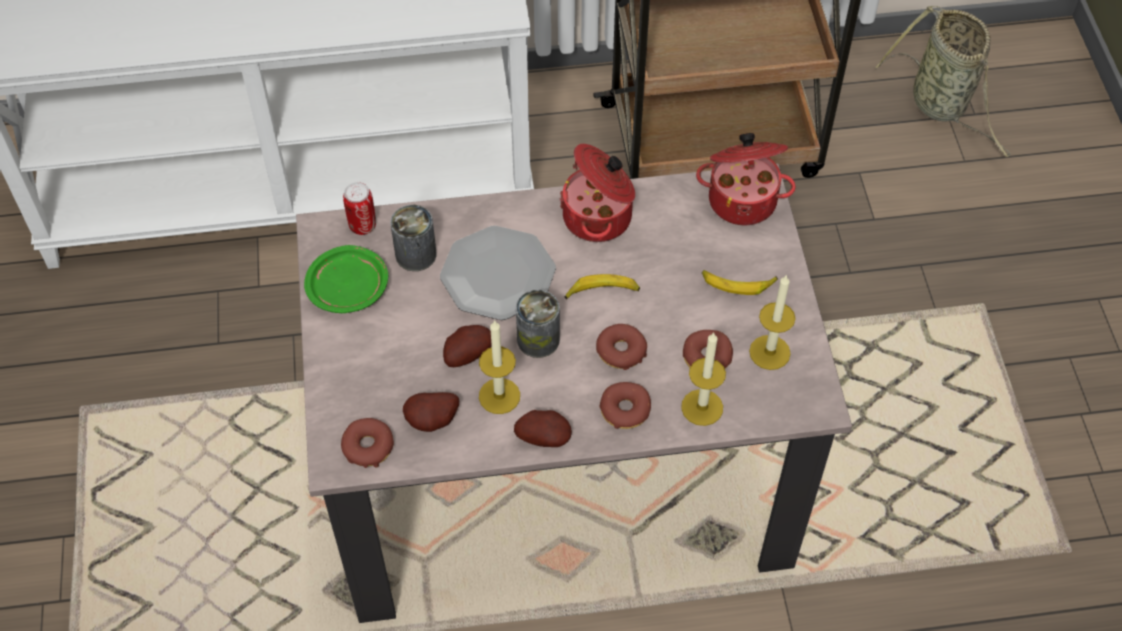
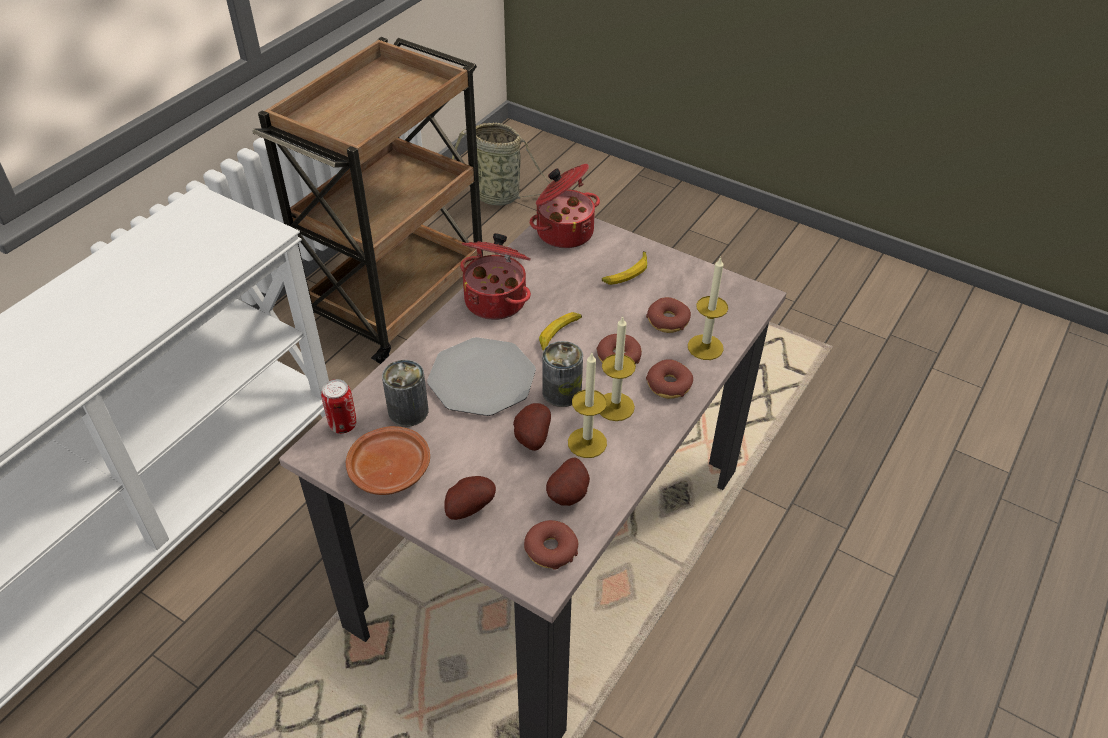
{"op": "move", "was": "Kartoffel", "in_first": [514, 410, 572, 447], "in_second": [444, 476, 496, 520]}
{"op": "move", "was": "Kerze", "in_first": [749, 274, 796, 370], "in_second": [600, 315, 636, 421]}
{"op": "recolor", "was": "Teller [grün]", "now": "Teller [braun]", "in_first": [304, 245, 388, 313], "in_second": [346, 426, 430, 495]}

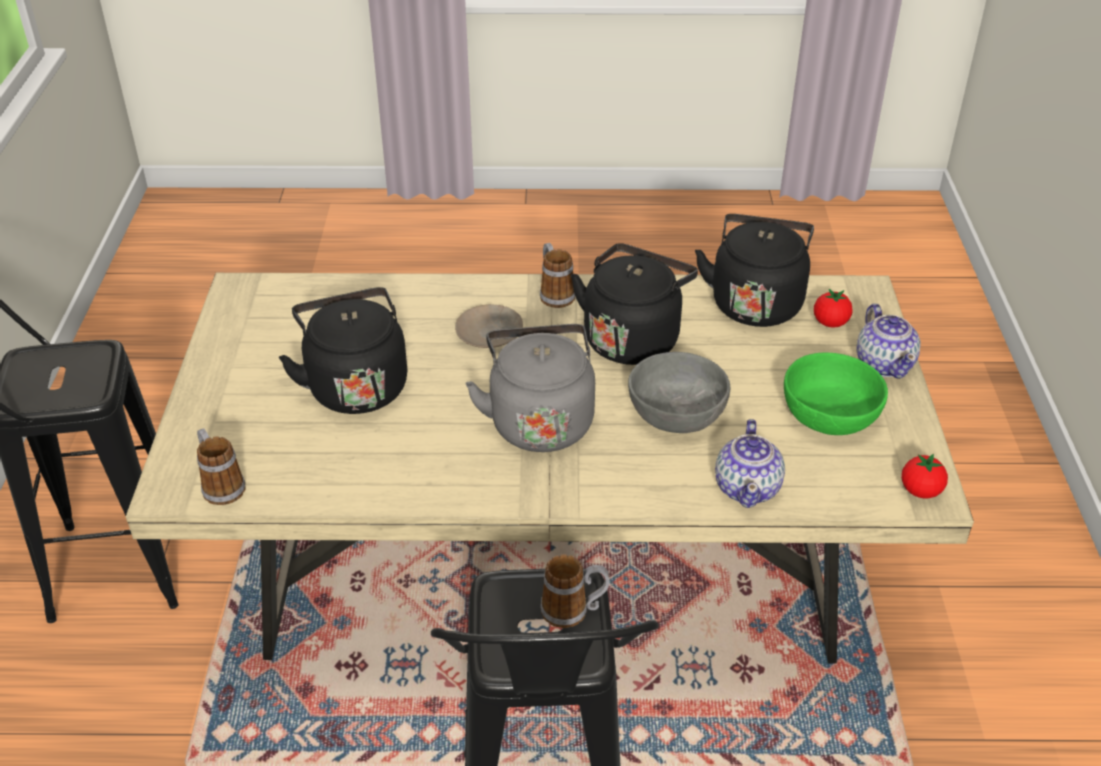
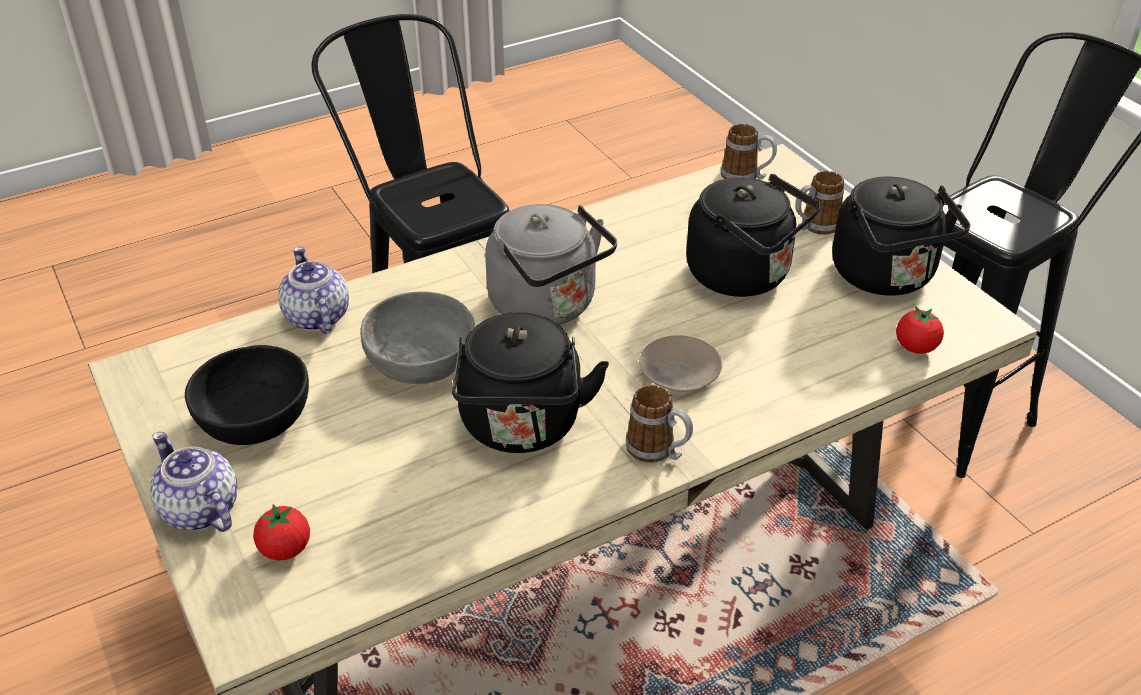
{"op": "move", "was": "Henkelbecher", "in_first": [540, 554, 609, 628], "in_second": [795, 171, 844, 235]}
{"op": "move", "was": "Wasserkessel [schwarz]", "in_first": [695, 214, 814, 327], "in_second": [832, 176, 970, 296]}
{"op": "move", "was": "Tomate", "in_first": [901, 454, 948, 498], "in_second": [896, 306, 944, 354]}
{"op": "recolor", "was": "Schüssel [grün]", "now": "Schüssel [schwarz]", "in_first": [784, 353, 888, 435], "in_second": [185, 345, 309, 445]}

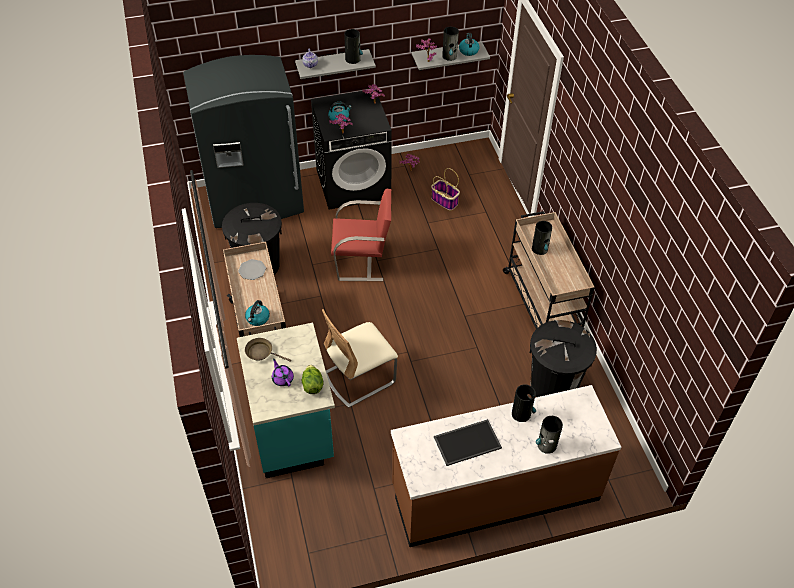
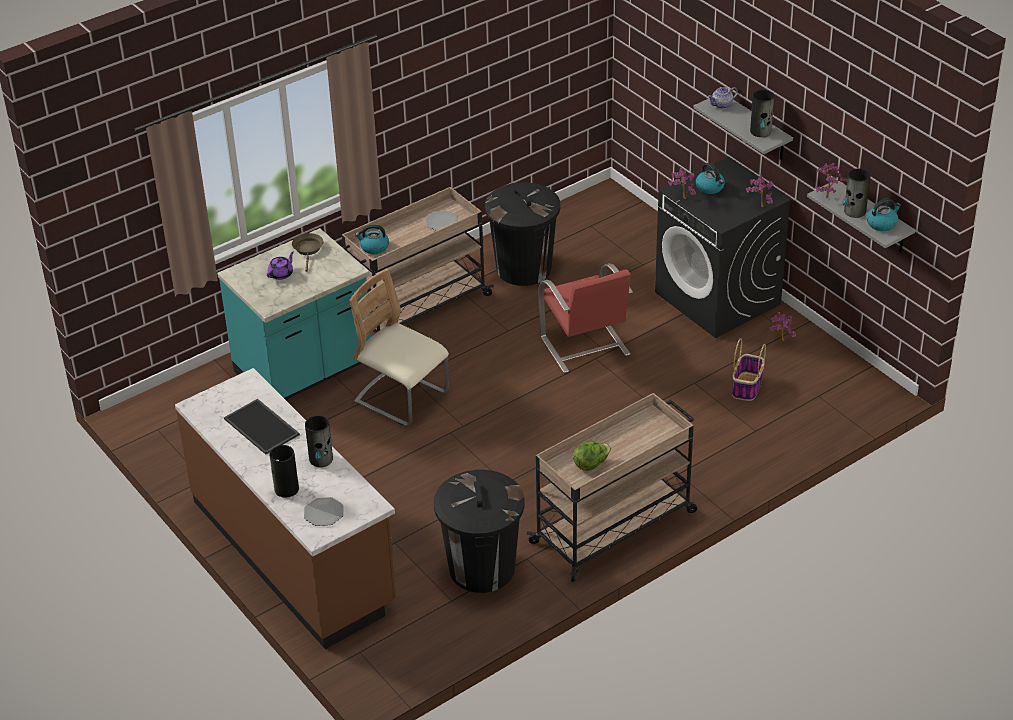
{"op": "delete", "was": "Kühlschrank [grau]", "in_first": [183, 55, 304, 228]}
{"op": "delete", "was": "Vase", "in_first": [532, 221, 552, 255]}
{"op": "insert", "now": "Teller", "in_second": [304, 497, 343, 526]}
{"op": "move", "was": "Salatkopf", "in_first": [301, 365, 324, 394], "in_second": [573, 442, 611, 471]}

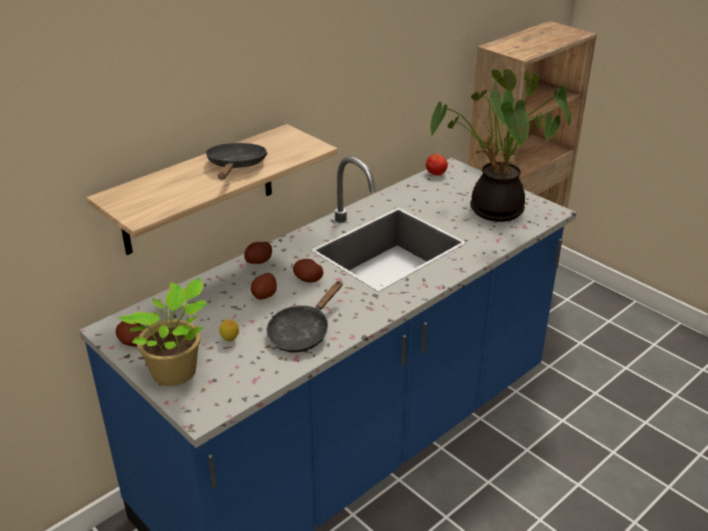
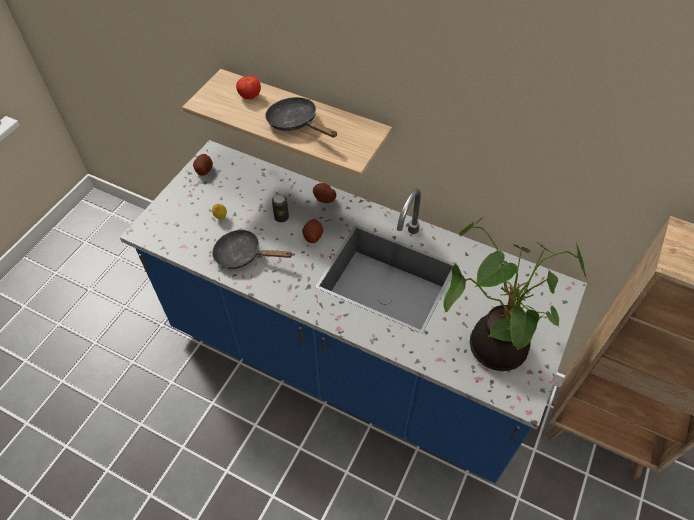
{"op": "delete", "was": "Topfpflanze", "in_first": [118, 278, 206, 386]}
{"op": "move", "was": "Tomate", "in_first": [426, 154, 448, 176], "in_second": [236, 76, 261, 99]}
{"op": "replace", "was": "Kartoffel", "now": "Dose", "in_first": [251, 273, 277, 299], "in_second": [272, 194, 289, 223]}
{"op": "rotate", "was": "Pfanne [schwarz]", "in_first": [206, 143, 268, 179], "in_second": [265, 97, 337, 138], "clockwise": -120}

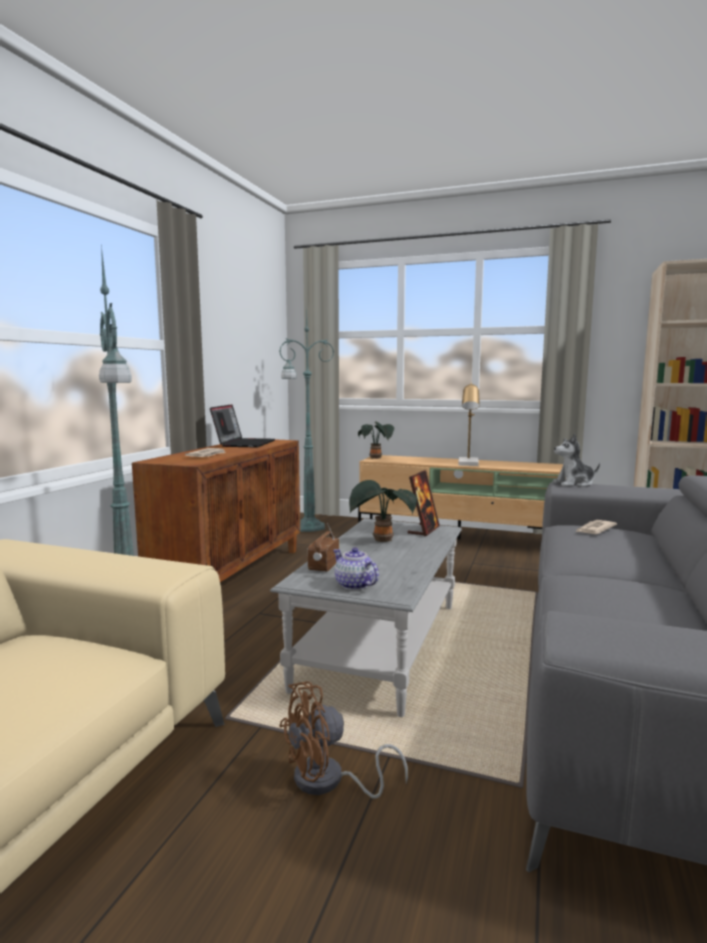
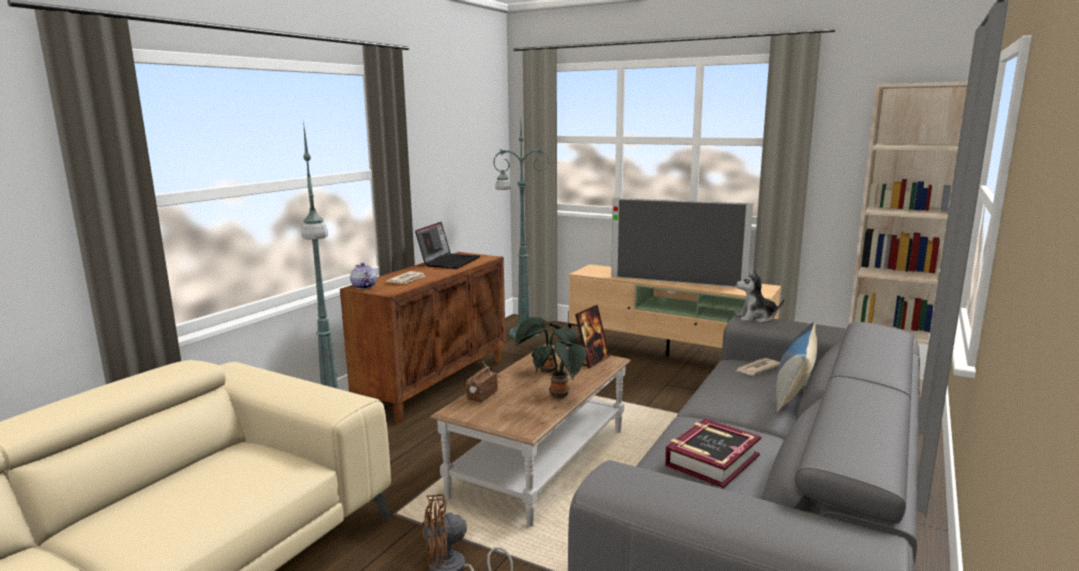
{"op": "insert", "now": "Buch", "in_second": [665, 419, 761, 488]}
{"op": "insert", "now": "Kissen", "in_second": [776, 322, 817, 412]}
{"op": "move", "was": "Teekanne", "in_first": [333, 547, 379, 590], "in_second": [350, 263, 377, 289]}
{"op": "move", "was": "Topfpflanze", "in_first": [358, 421, 394, 459], "in_second": [532, 340, 587, 398]}
{"op": "replace", "was": "Tischlampe", "now": "Fernseher", "in_first": [458, 382, 480, 466], "in_second": [611, 198, 753, 288]}
{"op": "recolor", "was": "Couchtisch [grau]", "now": "Couchtisch [braun]", "in_first": [270, 519, 462, 717], "in_second": [430, 344, 631, 527]}

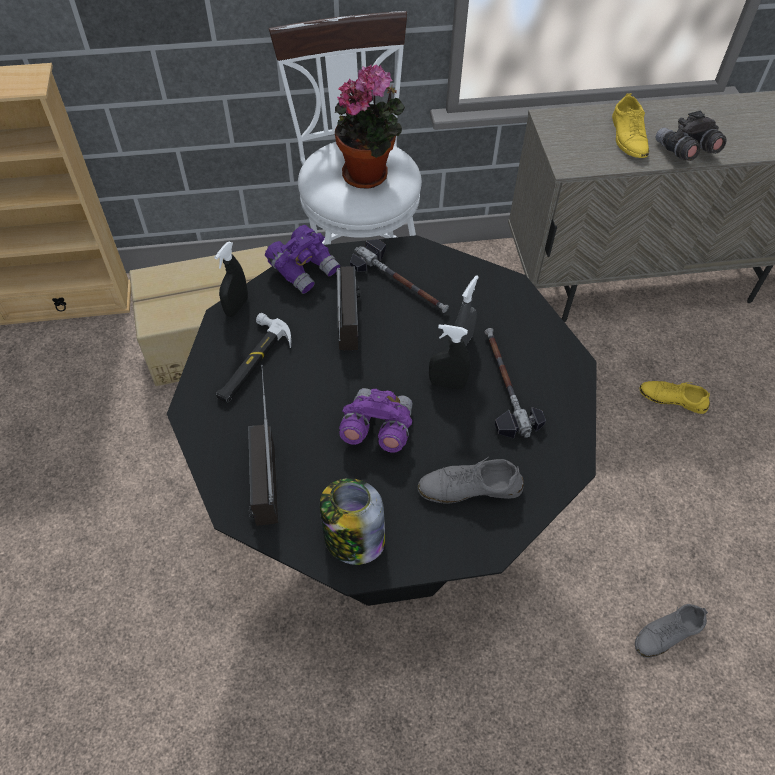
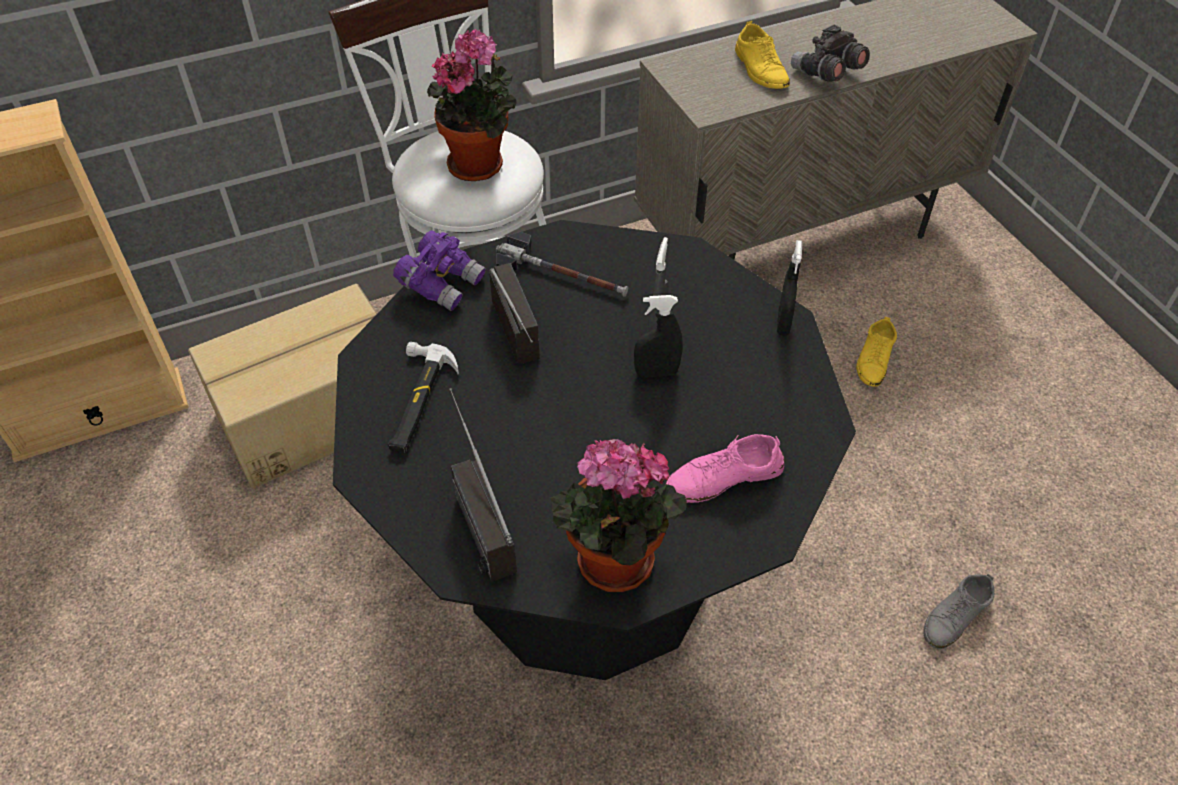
{"op": "delete", "was": "Fernglas [lila]", "in_first": [339, 388, 413, 453]}
{"op": "delete", "was": "Hammer", "in_first": [484, 328, 546, 438]}
{"op": "move", "was": "Sprühflasche [schwarz]", "in_first": [214, 242, 248, 317], "in_second": [777, 240, 802, 336]}
{"op": "replace", "was": "Vorratsglas", "now": "Topfpflanze", "in_first": [320, 478, 385, 565], "in_second": [549, 439, 687, 592]}
{"op": "recolor", "was": "Schuh [grau]", "now": "Schuh [rosa]", "in_first": [418, 456, 524, 504], "in_second": [666, 434, 784, 503]}
{"op": "rotate", "was": "Schuh [gelb]", "in_first": [639, 381, 710, 414], "in_second": [856, 317, 897, 387], "clockwise": -75}

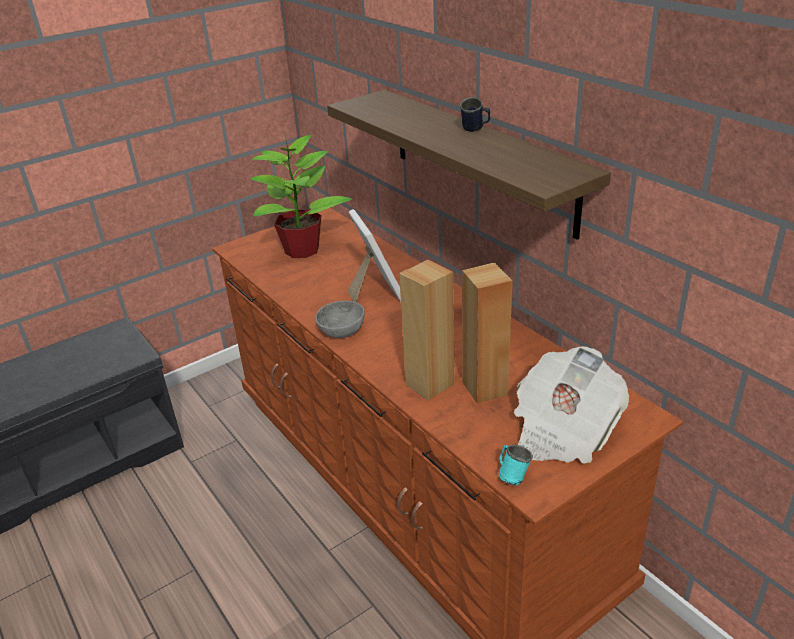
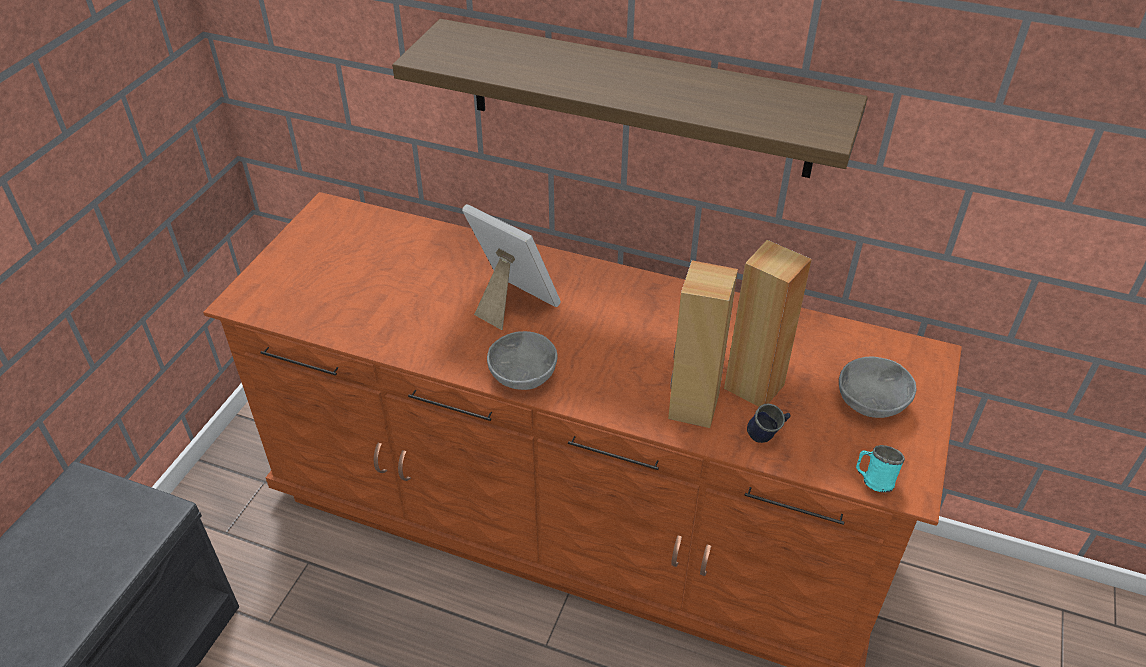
{"op": "delete", "was": "Topfpflanze", "in_first": [250, 135, 352, 258]}
{"op": "move", "was": "Henkelbecher [blau]", "in_first": [460, 97, 490, 132], "in_second": [747, 403, 790, 443]}
{"op": "replace", "was": "Zeitung", "now": "Schüssel [grau]", "in_first": [514, 346, 629, 464], "in_second": [839, 356, 916, 418]}

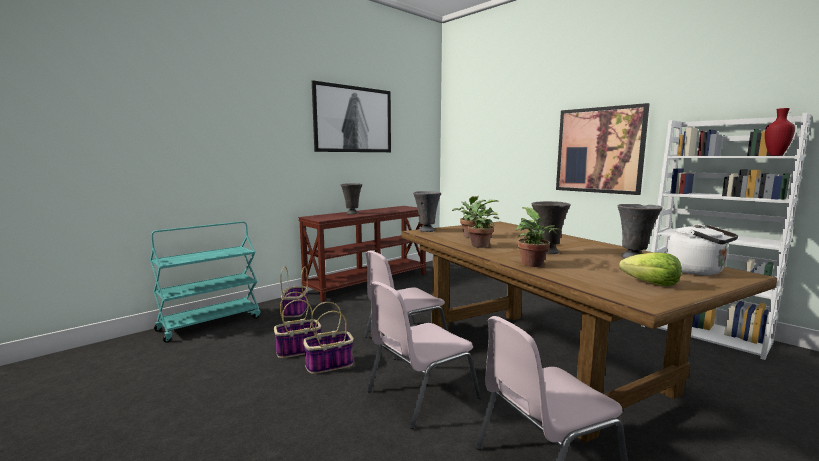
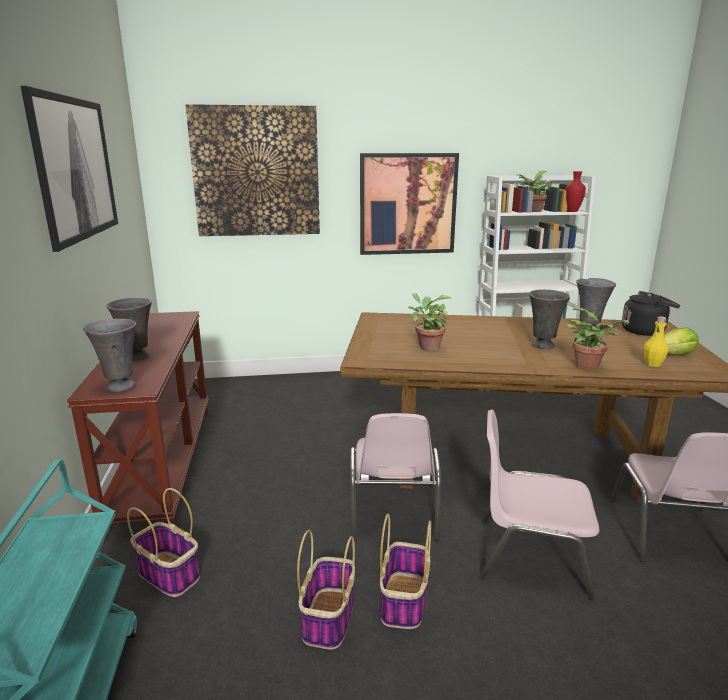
{"op": "insert", "now": "Bild", "in_second": [186, 104, 320, 236]}
{"op": "insert", "now": "Flasche [gelb]", "in_second": [644, 316, 668, 367]}
{"op": "move", "was": "Vase [grau]", "in_first": [413, 191, 441, 232], "in_second": [83, 319, 136, 392]}
{"op": "move", "was": "Topfpflanze", "in_first": [461, 200, 499, 248], "in_second": [516, 171, 552, 212]}
{"op": "recolor", "was": "Wasserkessel [weiß]", "now": "Wasserkessel [schwarz]", "in_first": [667, 224, 739, 275], "in_second": [622, 291, 680, 336]}
{"op": "rotate", "was": "Stuhl [rosa]", "in_first": [367, 281, 481, 429], "in_second": [480, 410, 600, 600], "clockwise": 105}

